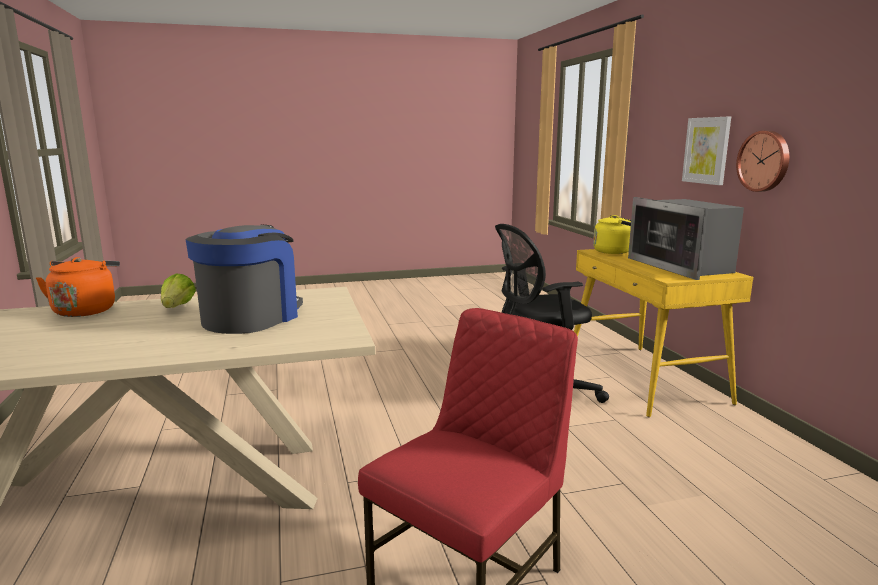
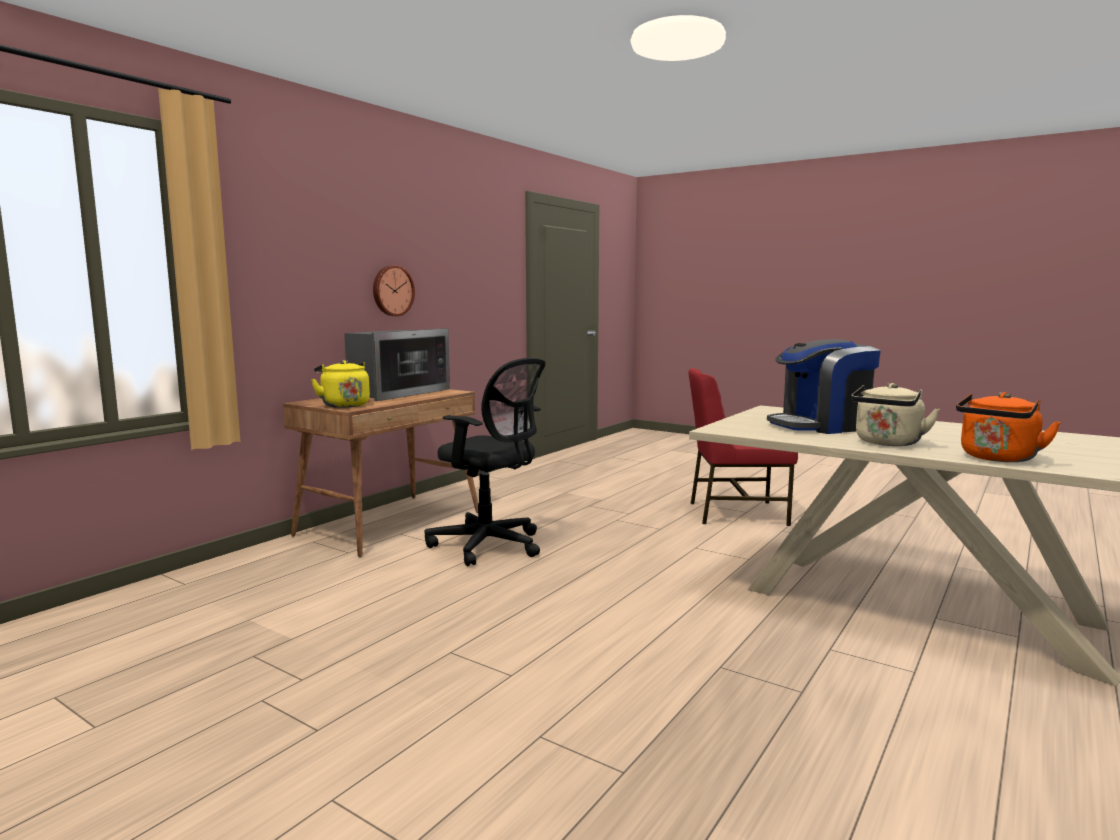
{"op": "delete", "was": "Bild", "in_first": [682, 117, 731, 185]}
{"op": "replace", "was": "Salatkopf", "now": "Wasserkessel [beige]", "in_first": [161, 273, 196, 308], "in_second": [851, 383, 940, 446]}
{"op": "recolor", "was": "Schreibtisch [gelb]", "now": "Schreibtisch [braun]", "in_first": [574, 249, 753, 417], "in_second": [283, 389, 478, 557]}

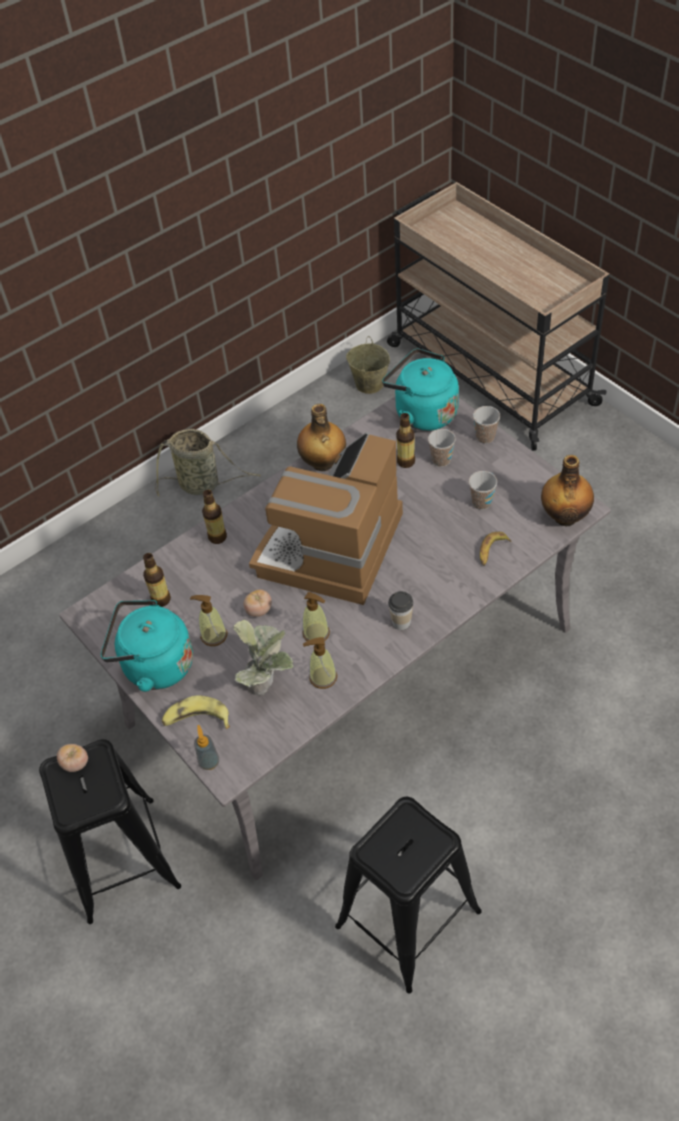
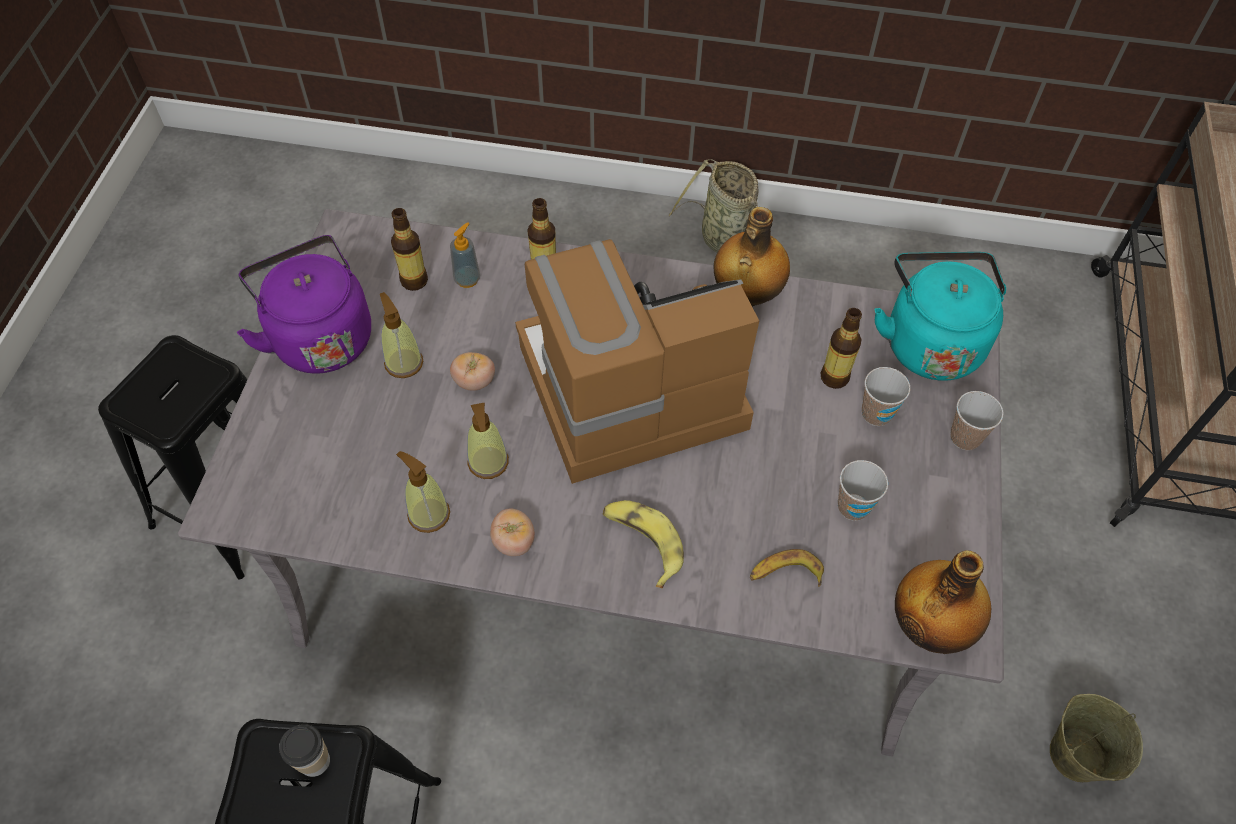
{"op": "delete", "was": "Topfpflanze", "in_first": [233, 620, 293, 695]}
{"op": "move", "was": "Tomate", "in_first": [57, 744, 88, 772], "in_second": [490, 509, 535, 556]}
{"op": "move", "was": "Banane", "in_first": [162, 696, 230, 729], "in_second": [602, 500, 684, 588]}
{"op": "move", "was": "Seifenspender", "in_first": [194, 725, 219, 770], "in_second": [450, 222, 480, 288]}
{"op": "move", "was": "Eimer [beige]", "in_first": [346, 336, 390, 394], "in_second": [1050, 694, 1143, 782]}
{"op": "move", "was": "Tasse", "in_first": [388, 591, 413, 630], "in_second": [279, 724, 330, 777]}
{"op": "recolor", "was": "Wasserkessel [türkis]", "now": "Wasserkessel [lila]", "in_first": [101, 600, 193, 692], "in_second": [237, 235, 371, 374]}

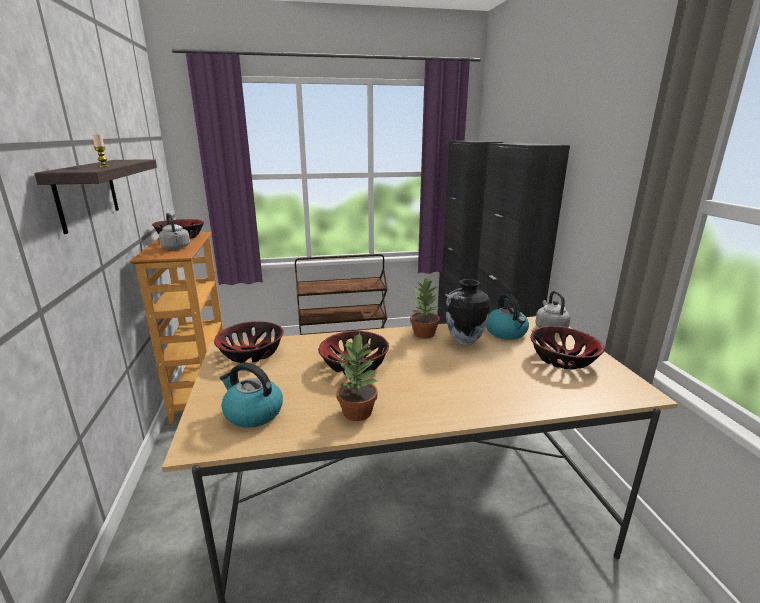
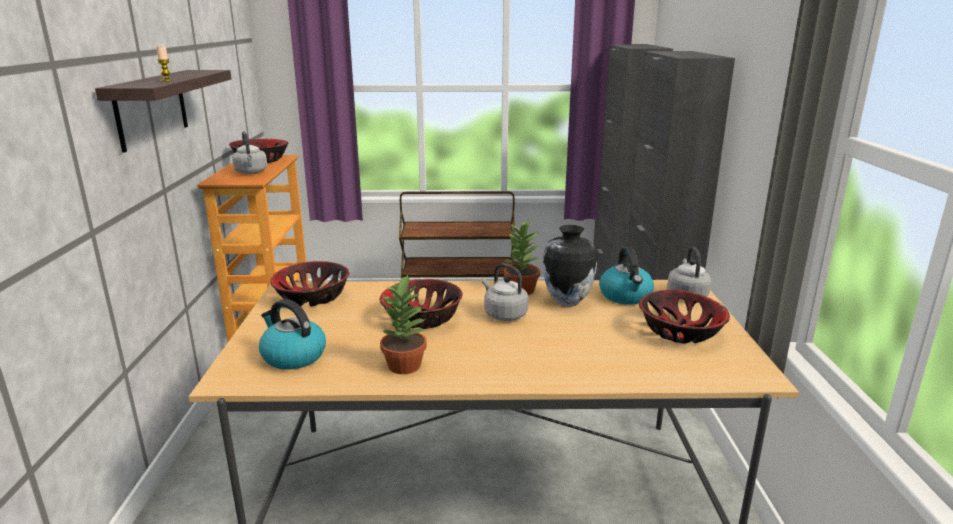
{"op": "insert", "now": "Wasserkessel [grau]", "in_second": [482, 263, 528, 321]}

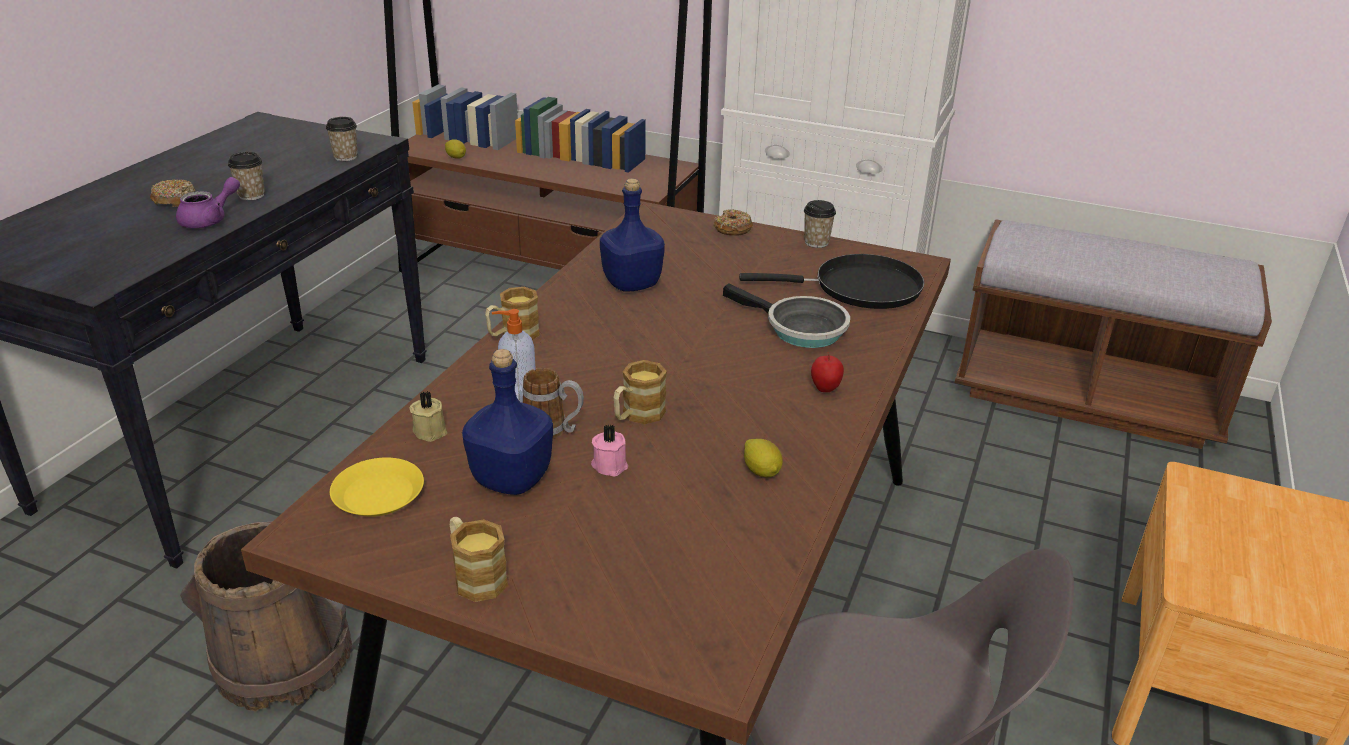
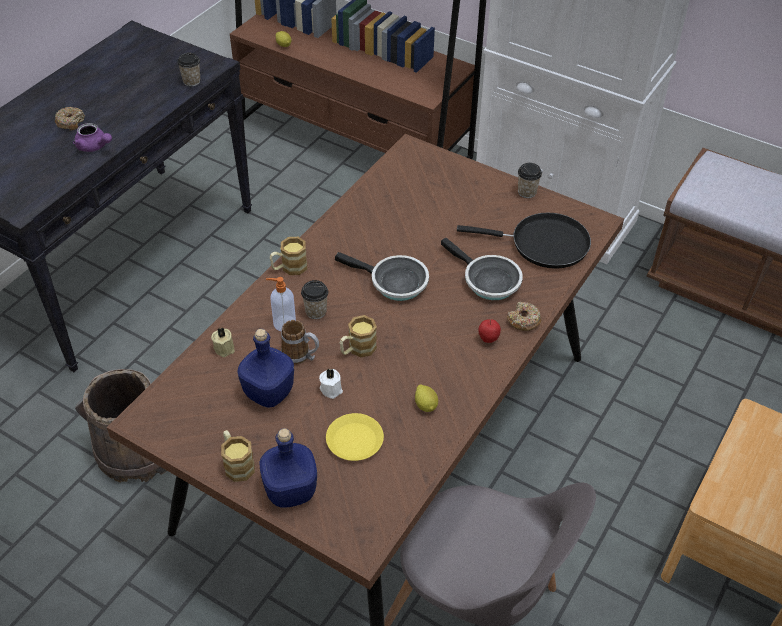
{"op": "insert", "now": "Pfanne", "in_second": [335, 252, 429, 301]}
{"op": "move", "was": "Tasse", "in_first": [228, 152, 265, 200], "in_second": [301, 280, 328, 319]}
{"op": "move", "was": "Teller [gelb]", "in_first": [330, 458, 424, 517], "in_second": [326, 413, 384, 461]}
{"op": "move", "was": "Flasche [blau]", "in_first": [600, 179, 665, 292], "in_second": [259, 428, 317, 508]}
{"op": "move", "was": "Donut", "in_first": [713, 209, 753, 236], "in_second": [507, 302, 541, 331]}
{"op": "recolor", "was": "Kerze [rosa]", "now": "Kerze [weiß]", "in_first": [591, 424, 628, 477], "in_second": [319, 368, 343, 399]}
{"op": "rotate", "was": "Teekanne [lila]", "in_first": [176, 177, 240, 228], "in_second": [73, 123, 112, 152], "clockwise": 75}

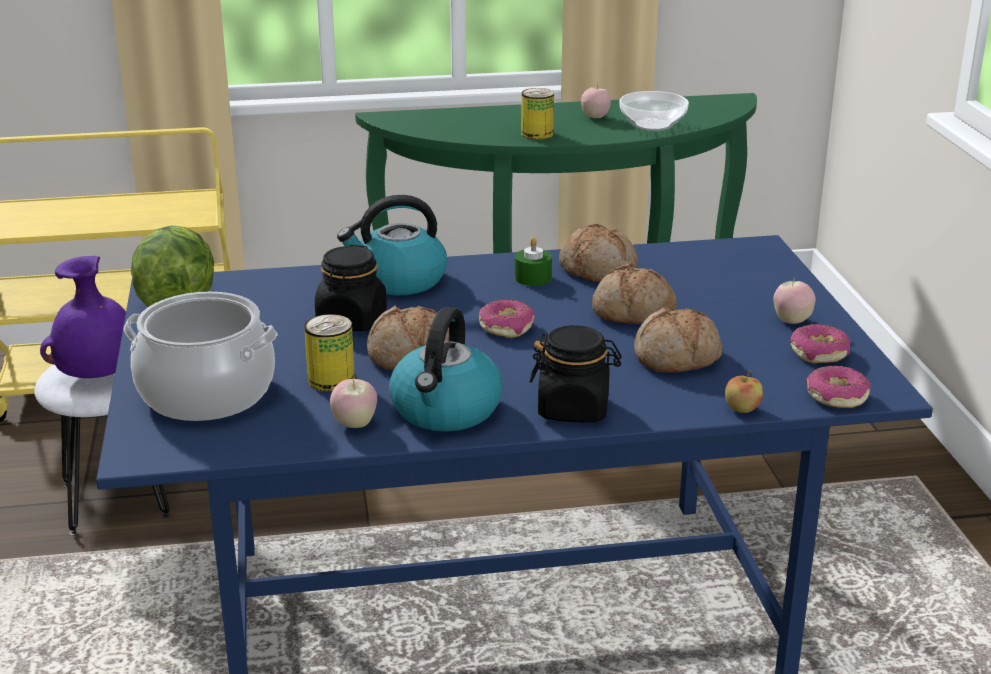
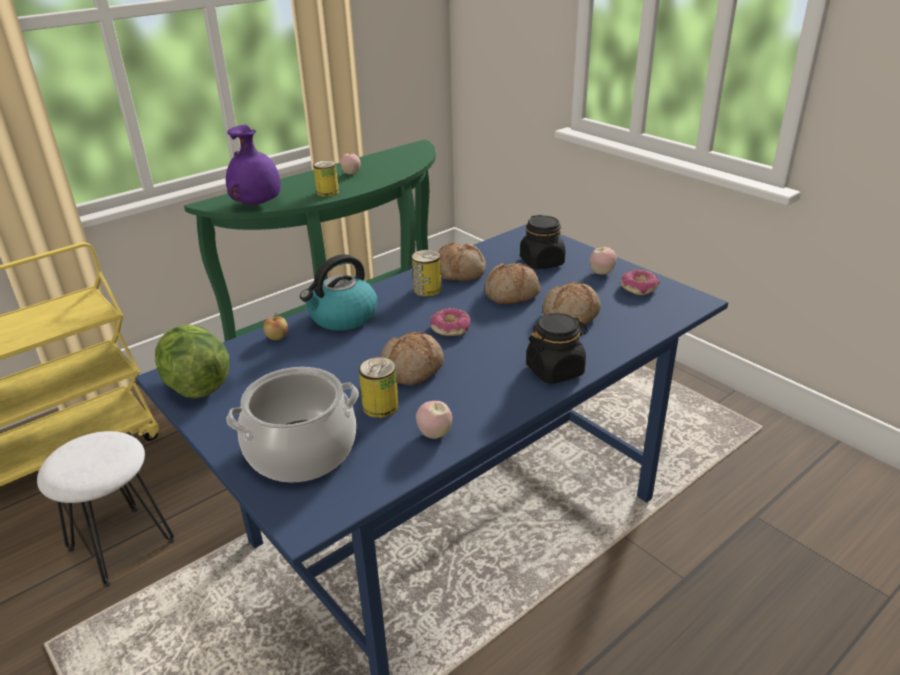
{"op": "delete", "was": "Wasserkessel", "in_first": [389, 307, 503, 432]}
{"op": "delete", "was": "Schüssel", "in_first": [619, 91, 689, 131]}
{"op": "delete", "was": "Donut", "in_first": [806, 366, 871, 408]}
{"op": "move", "was": "Vase [lila]", "in_first": [40, 256, 126, 378], "in_second": [226, 125, 281, 205]}
{"op": "move", "was": "Vorratsglas [schwarz]", "in_first": [315, 245, 387, 331], "in_second": [520, 215, 565, 269]}
{"op": "move", "was": "Apfel", "in_first": [725, 370, 763, 413], "in_second": [263, 312, 288, 340]}
{"op": "replace", "was": "Kerze [grün]", "now": "Dose", "in_first": [515, 237, 552, 286], "in_second": [412, 250, 442, 297]}

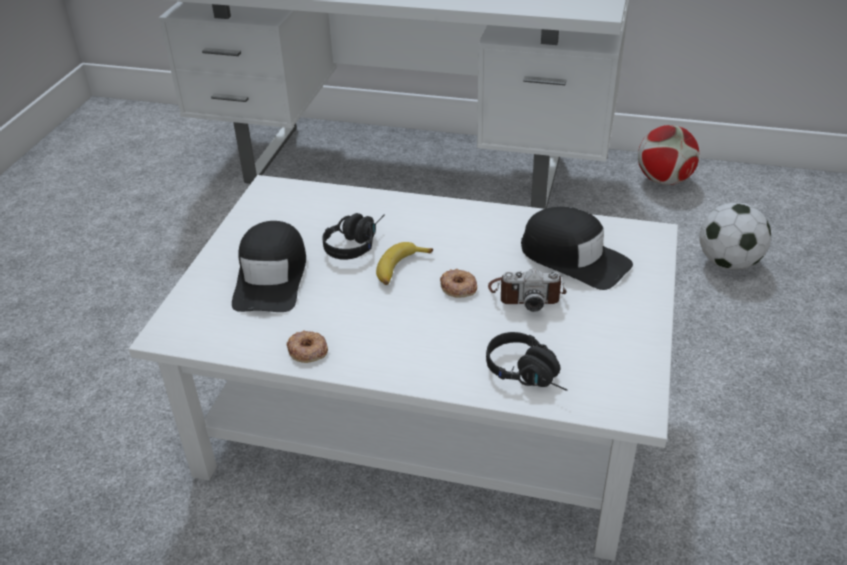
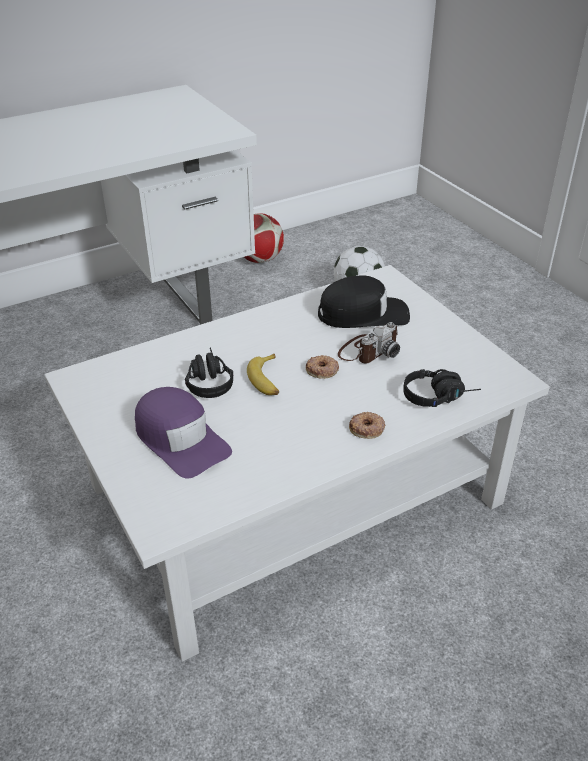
{"op": "move", "was": "Donut", "in_first": [287, 330, 328, 363], "in_second": [349, 412, 385, 439]}
{"op": "recolor", "was": "Kappe [schwarz]", "now": "Kappe [lila]", "in_first": [232, 221, 306, 312], "in_second": [135, 387, 232, 478]}

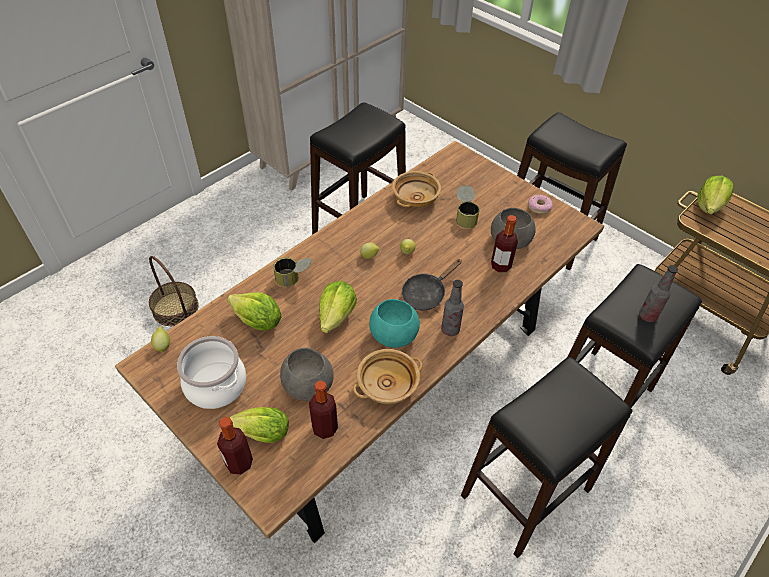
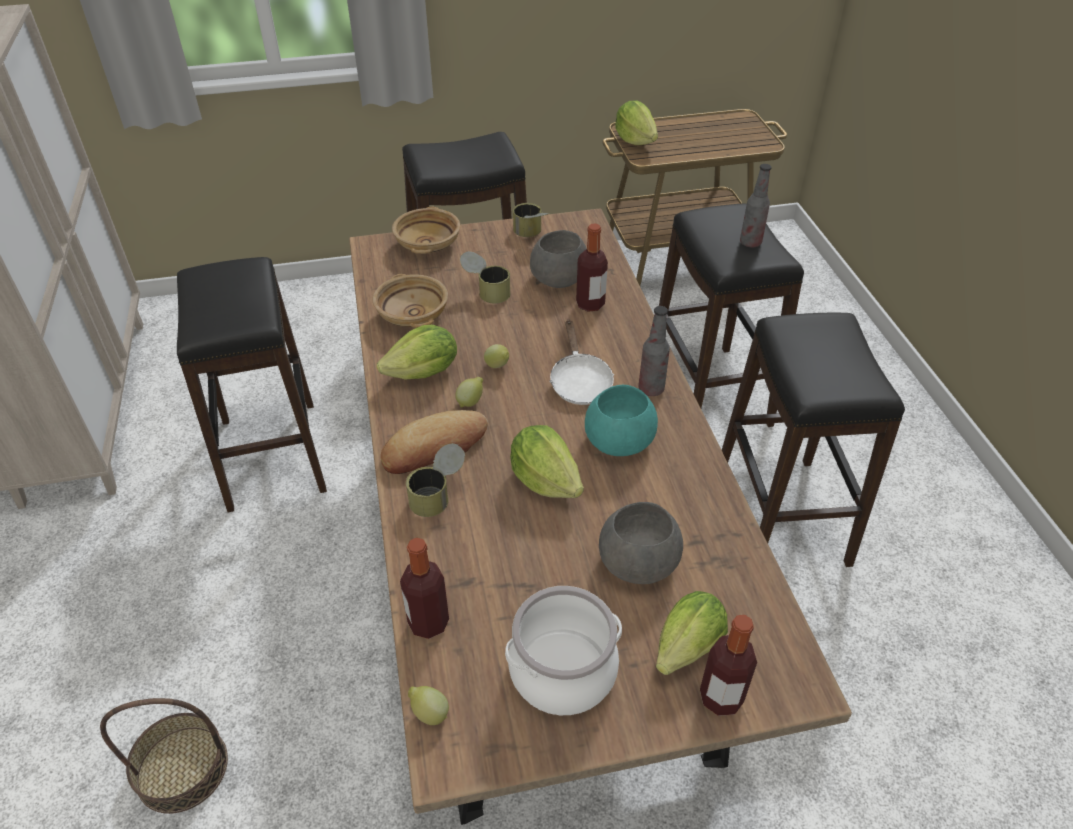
{"op": "insert", "now": "Brot", "in_second": [381, 410, 488, 474]}
{"op": "move", "was": "Salatkopf", "in_first": [227, 293, 281, 331], "in_second": [377, 325, 457, 380]}
{"op": "move", "was": "Flasche", "in_first": [309, 380, 338, 439], "in_second": [400, 538, 449, 639]}
{"op": "move", "was": "Schüssel [beige]", "in_first": [353, 349, 423, 404], "in_second": [392, 207, 460, 254]}
{"op": "replace", "was": "Donut", "now": "Dose", "in_first": [528, 195, 553, 214], "in_second": [513, 203, 550, 237]}
{"op": "recolor", "was": "Pfanne [schwarz]", "now": "Pfanne [weiß]", "in_first": [402, 259, 462, 311], "in_second": [550, 320, 614, 405]}

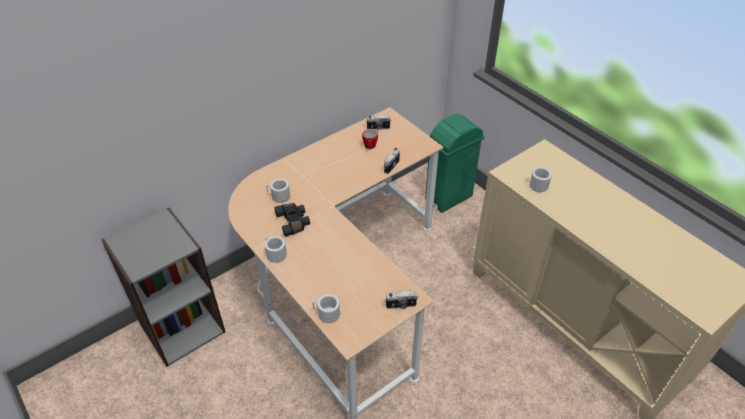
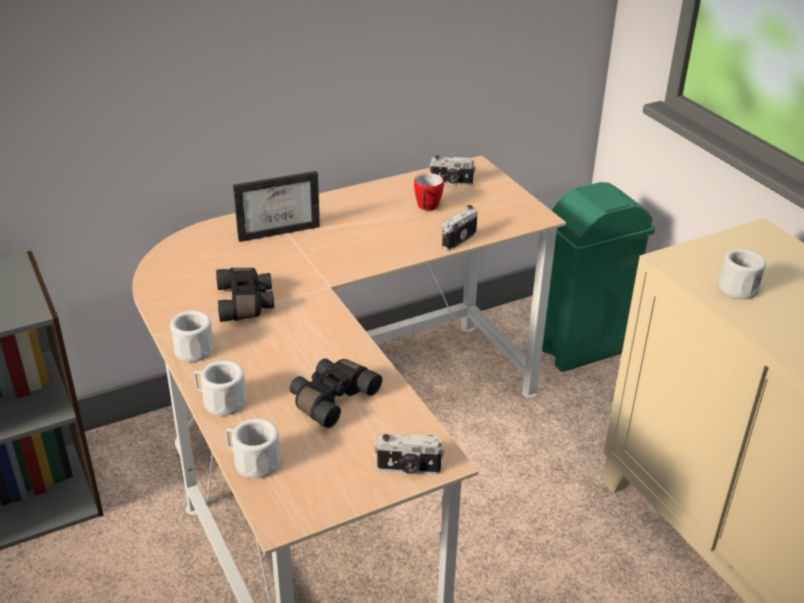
{"op": "insert", "now": "Bilderrahmen", "in_second": [233, 171, 320, 242]}
{"op": "insert", "now": "Fernglas [schwarz]", "in_second": [290, 358, 382, 428]}
{"op": "move", "was": "Henkelbecher [weiß]", "in_first": [266, 179, 290, 203], "in_second": [194, 360, 246, 416]}

